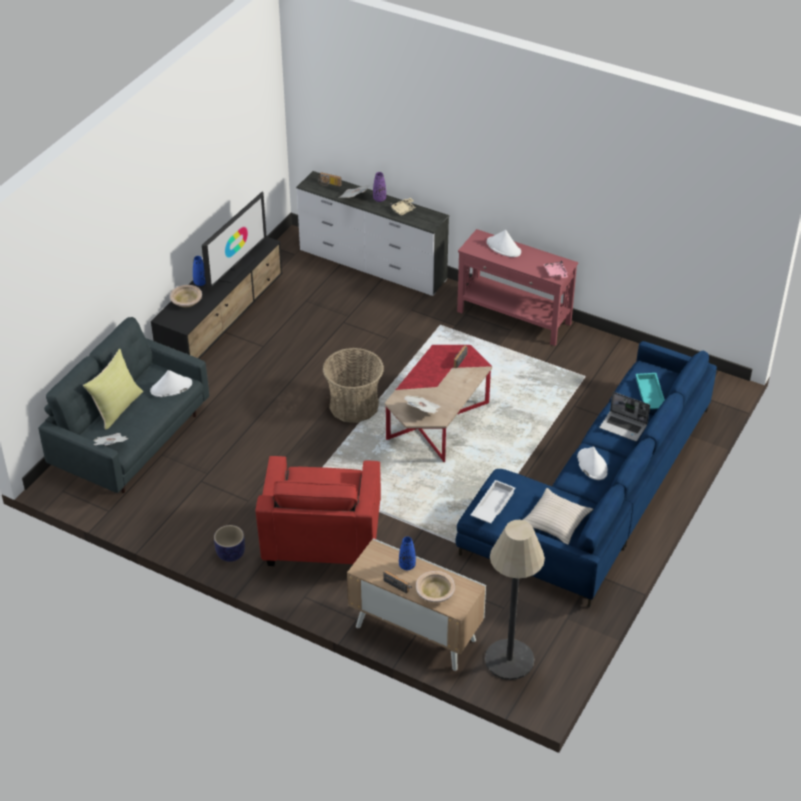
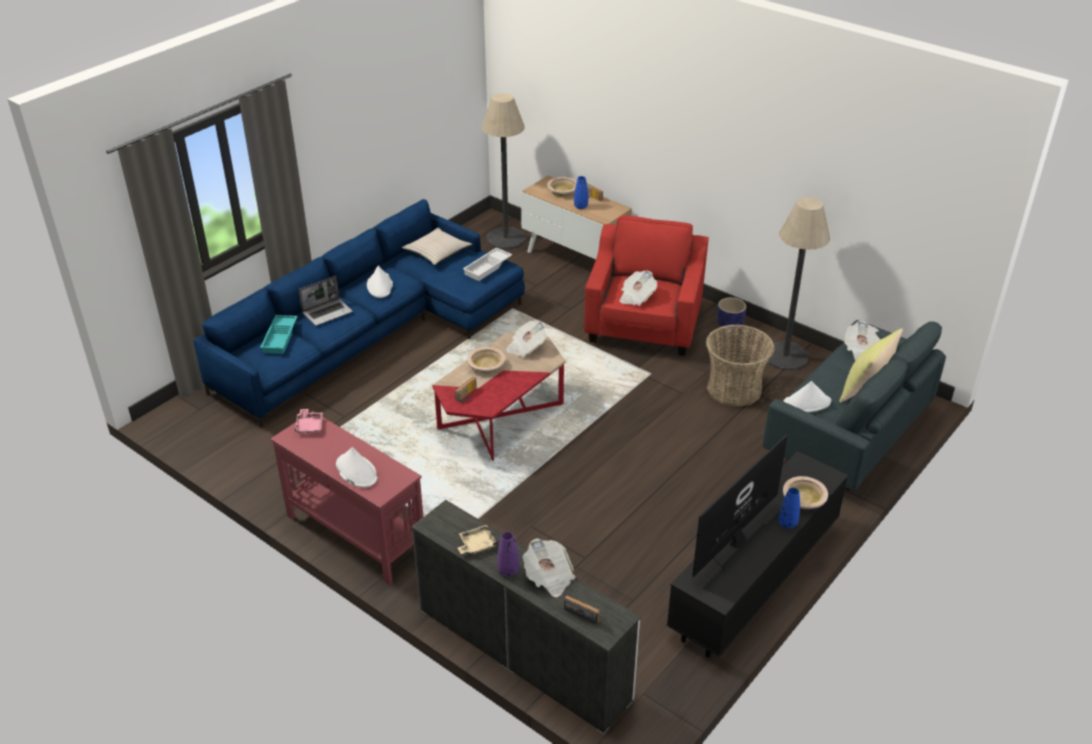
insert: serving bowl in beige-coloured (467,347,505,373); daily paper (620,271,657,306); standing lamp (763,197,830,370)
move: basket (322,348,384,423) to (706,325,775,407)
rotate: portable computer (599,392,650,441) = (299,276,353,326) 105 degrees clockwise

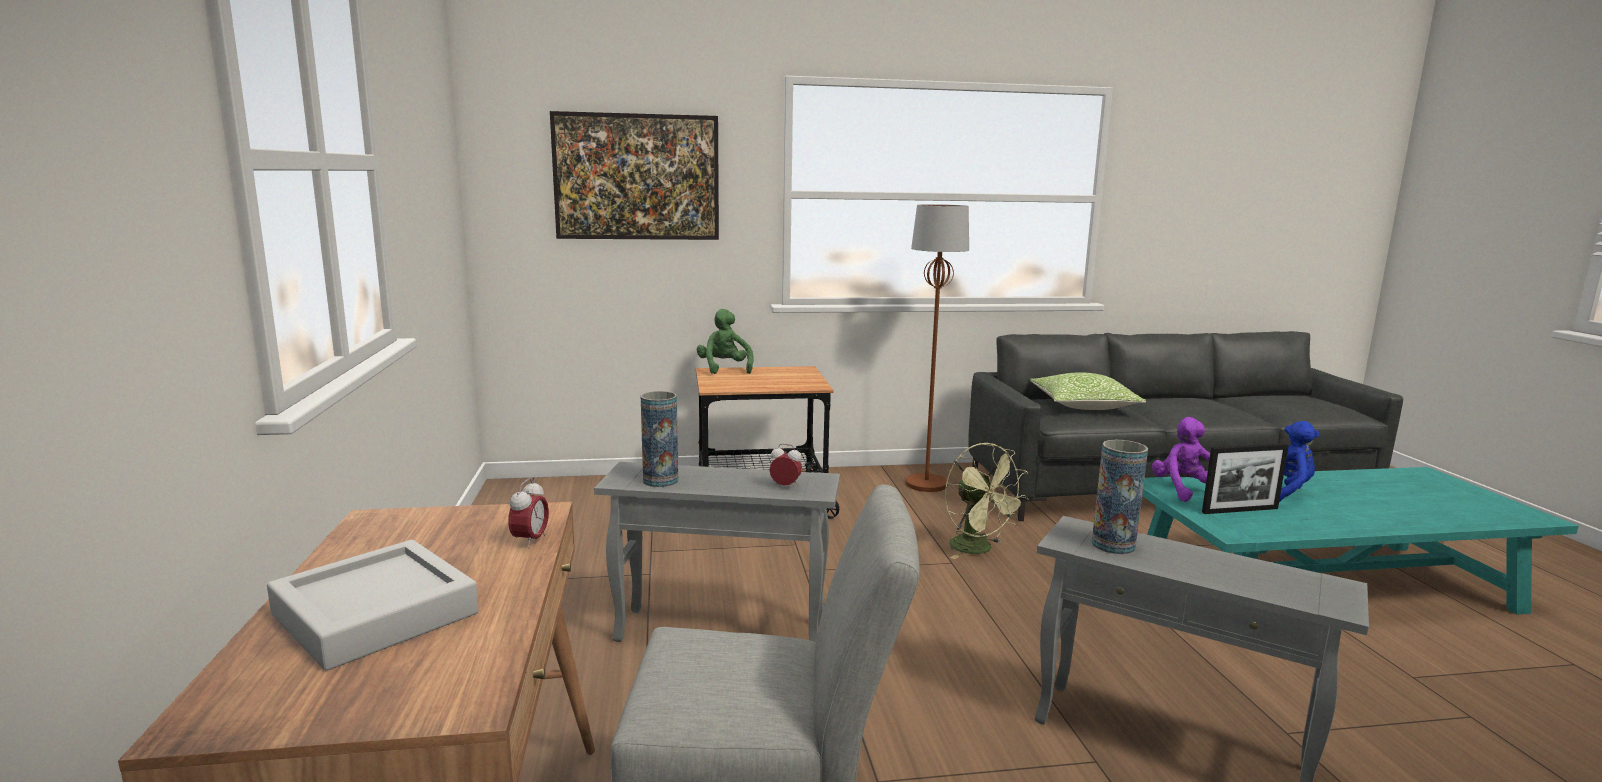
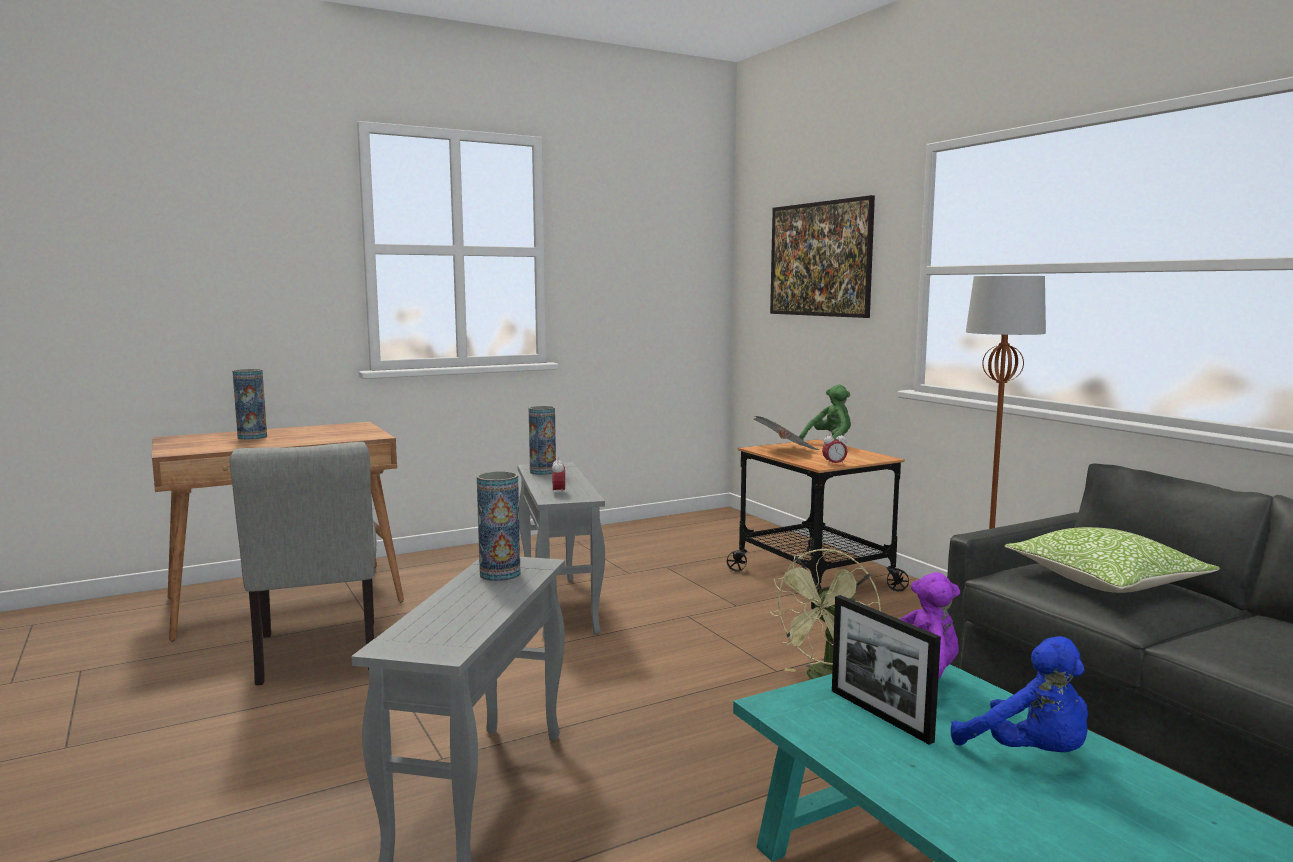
insert: daily paper (754,416,820,450)
move: bedside clock (508,478,549,549) to (822,432,847,466)
replace: tray in grey (267,540,479,671) to vase (233,369,267,440)

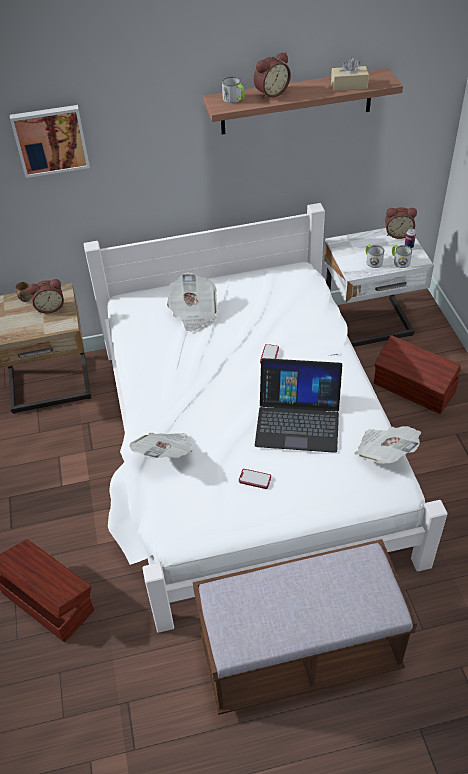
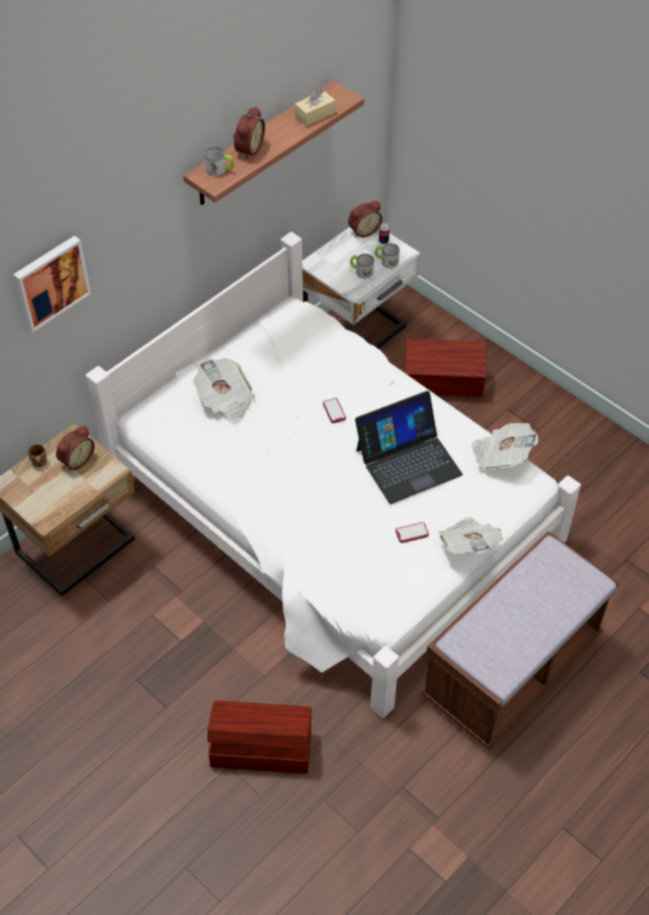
move: daily paper (130,433,192,458) to (439,517,503,554)

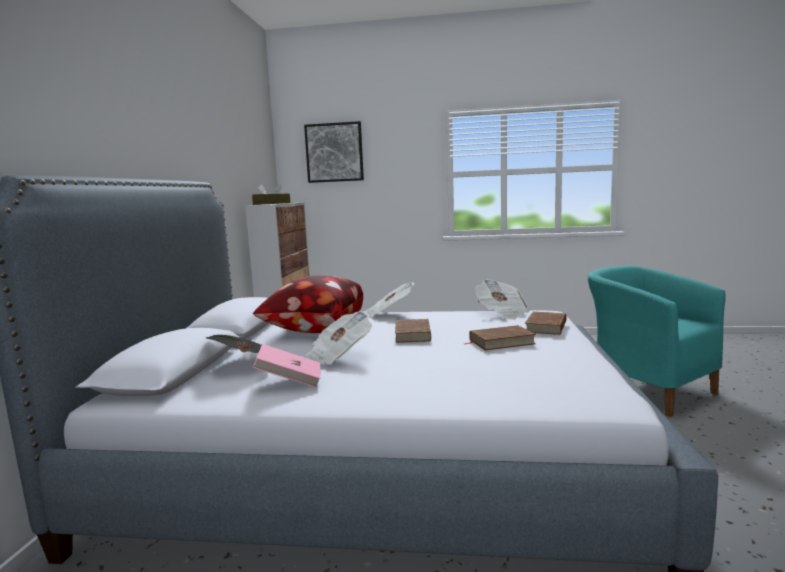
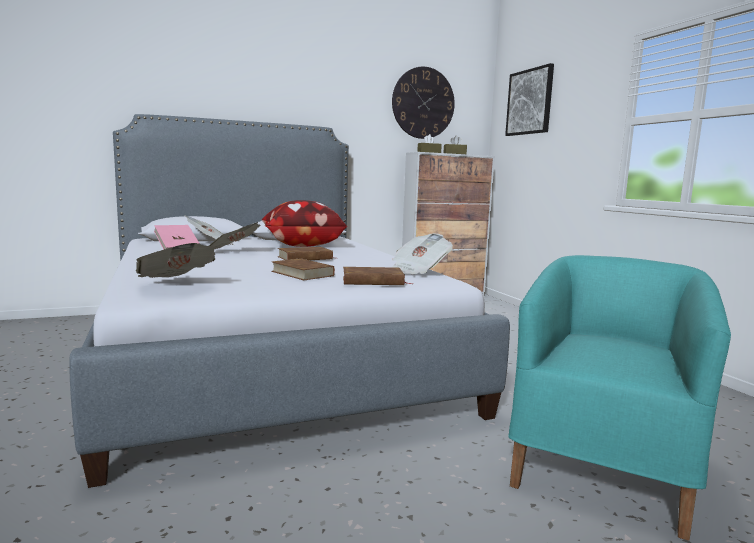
insert: wall clock (392,67,455,139)
move: daily paper (364,282,415,316) to (136,243,215,278)

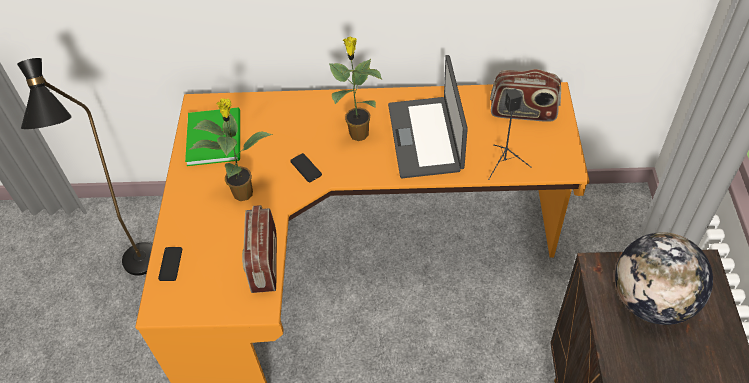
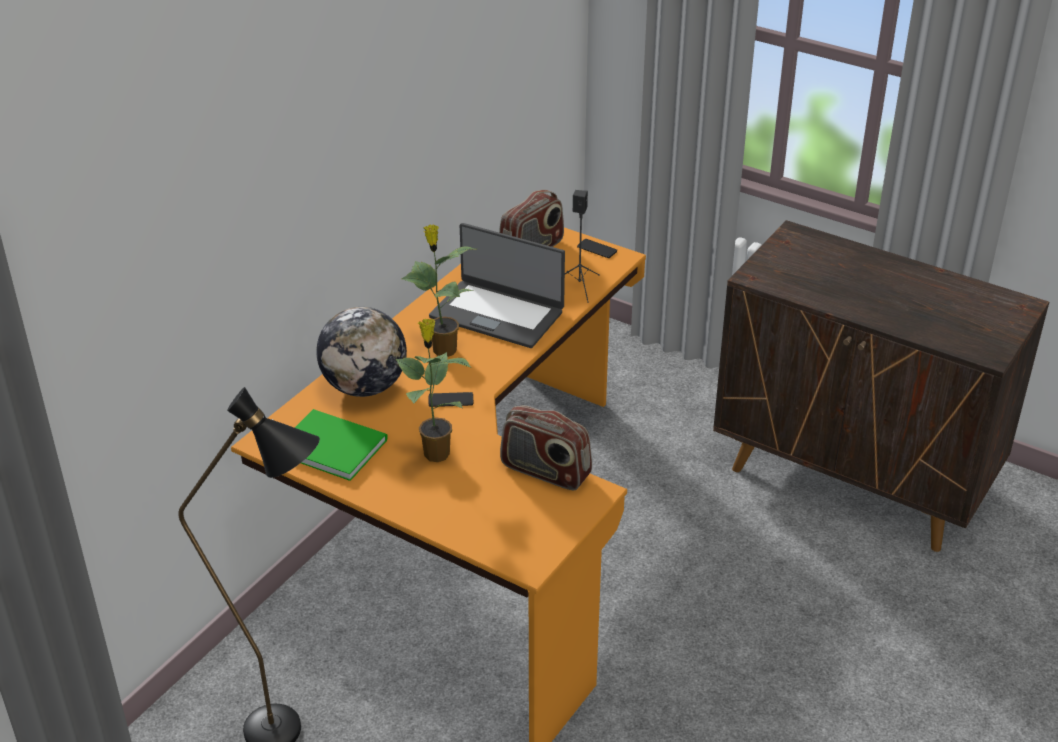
move: world globe (615,232,713,325) to (316,307,407,397); phone (158,247,182,281) to (577,239,617,258)

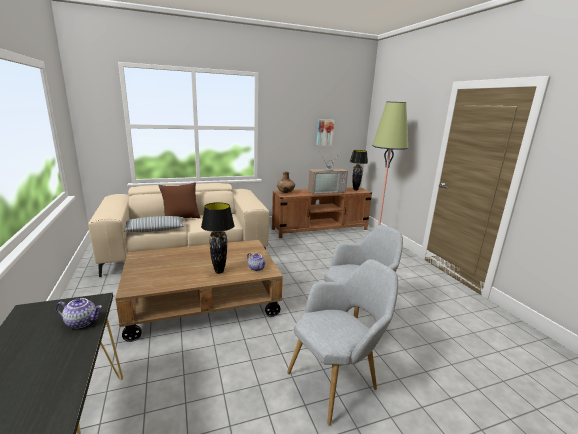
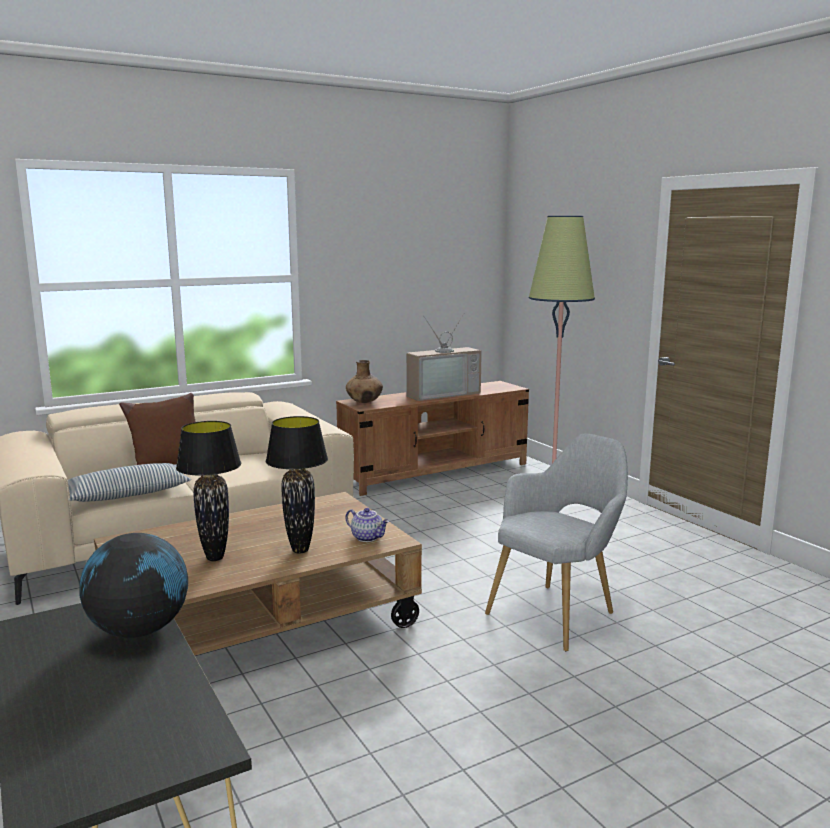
delete: armchair in grey (287,259,398,426); picture (317,119,334,146)
move: tabletop lamp in blackish (350,150,368,190) to (176,421,241,561)
replace: tea pot (56,298,102,329) to world globe (79,533,188,638)

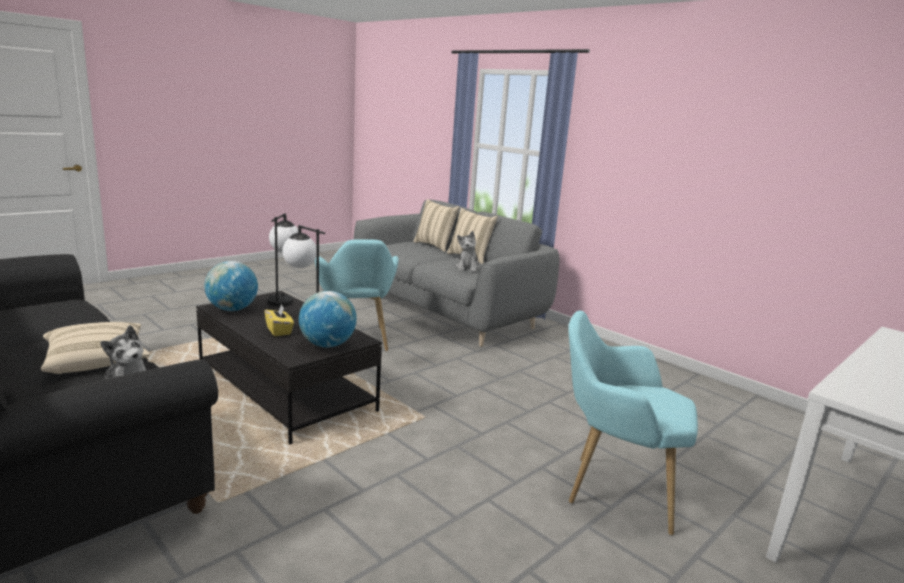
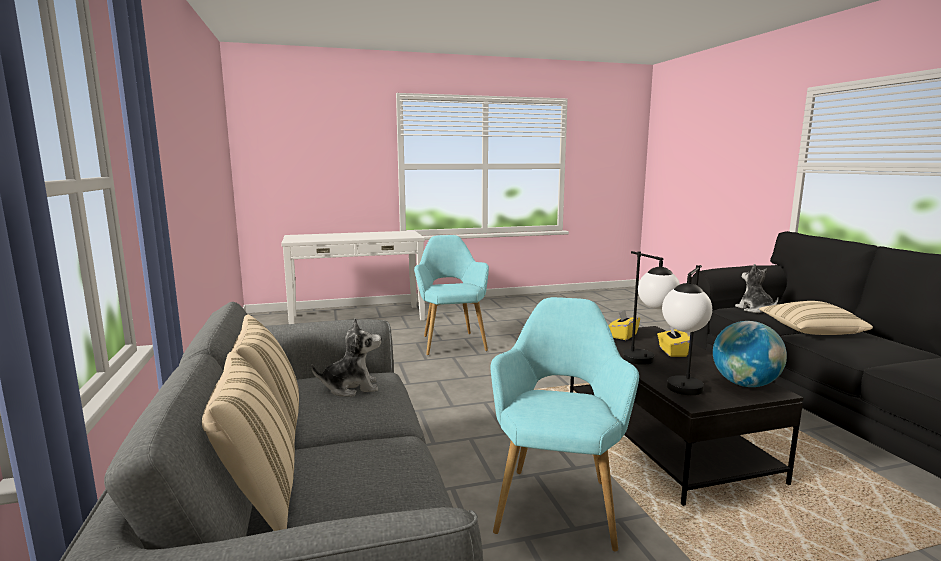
replace: world globe (299,291,357,347) to tissue box in yellow-coloured (609,310,640,340)
rotate: cuddly toy (455,231,479,272) = (311,318,381,397) 45 degrees clockwise; armchair in blue-green (569,311,698,535) = (414,235,489,355) 150 degrees counterclockwise

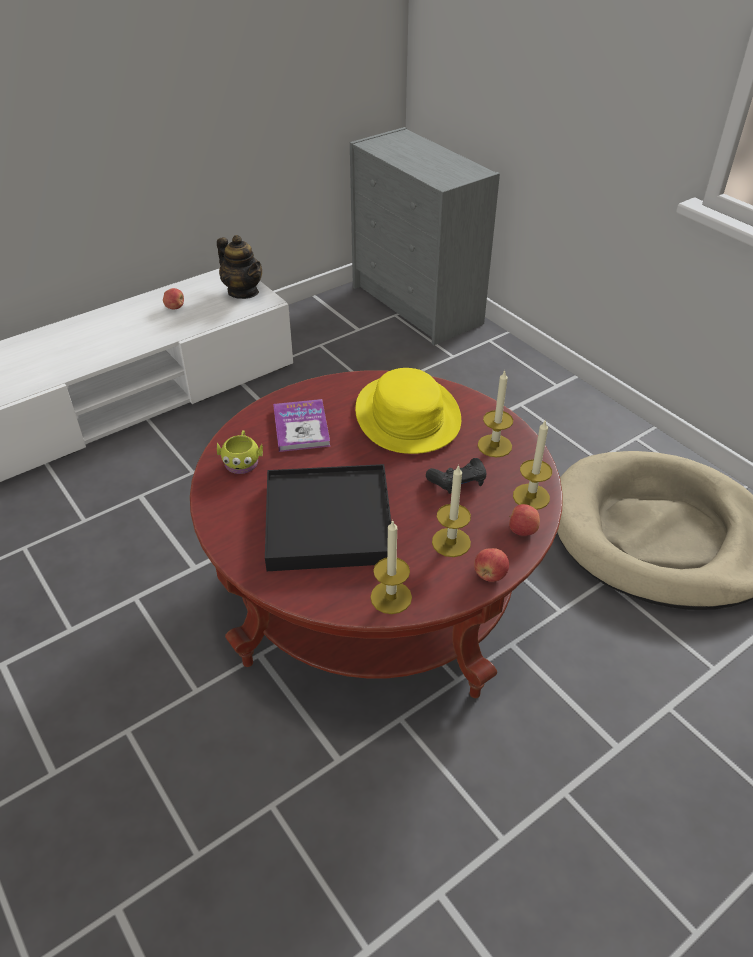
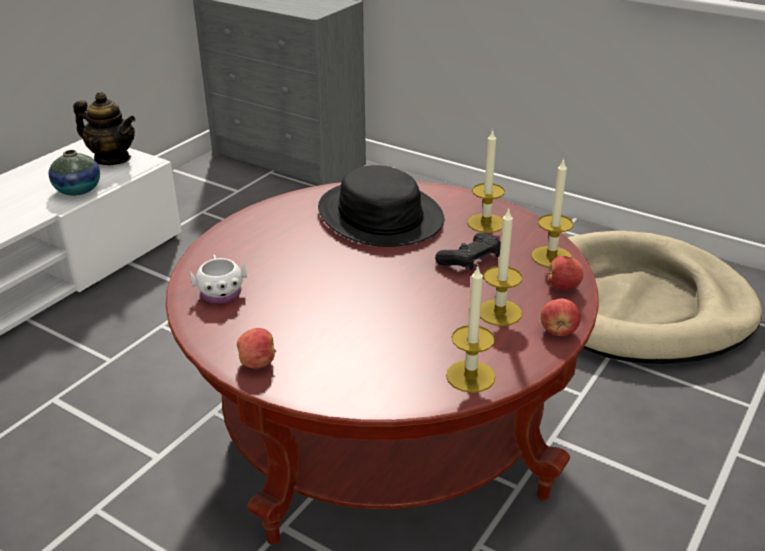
delete: tray in blackish (265,464,391,571); book (273,399,330,452)
insert: vase (49,150,100,196)
move: whole apple (163,288,184,309) to (237,328,276,369)
recolor: mug in yellow-coloured (217,430,263,474) to mug in white-coloured (190,255,247,304); clothing hat in yellow-coloured (355,368,461,454) to clothing hat in blackish (318,165,444,247)

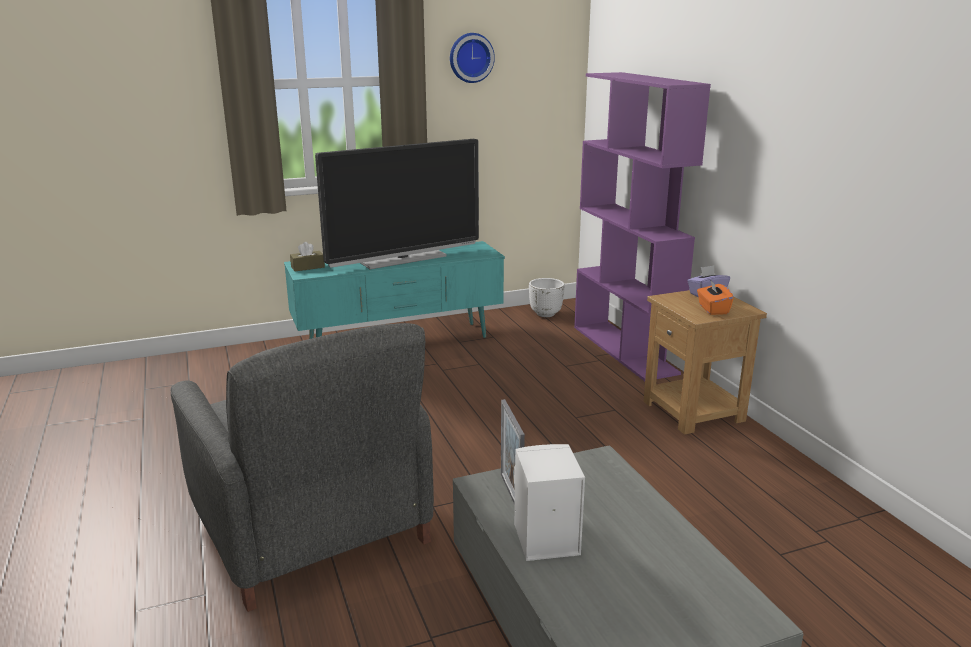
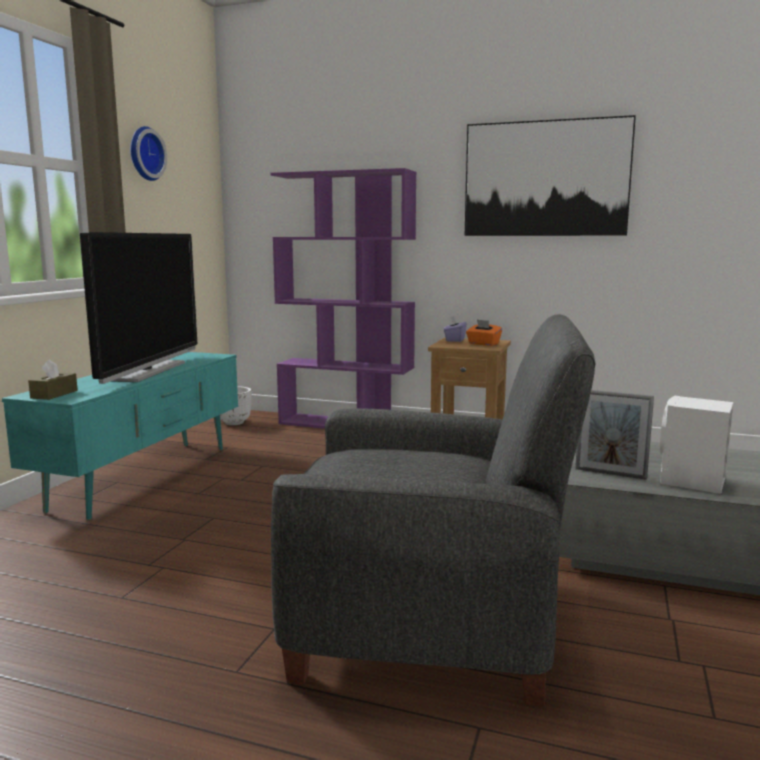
insert: picture (465,115,636,236)

